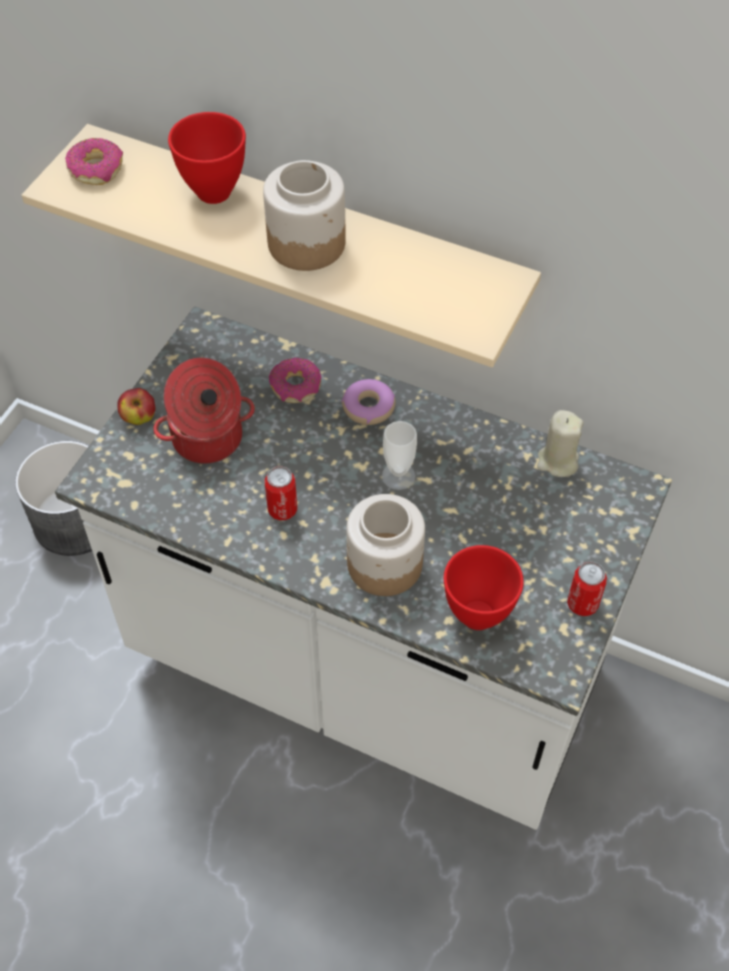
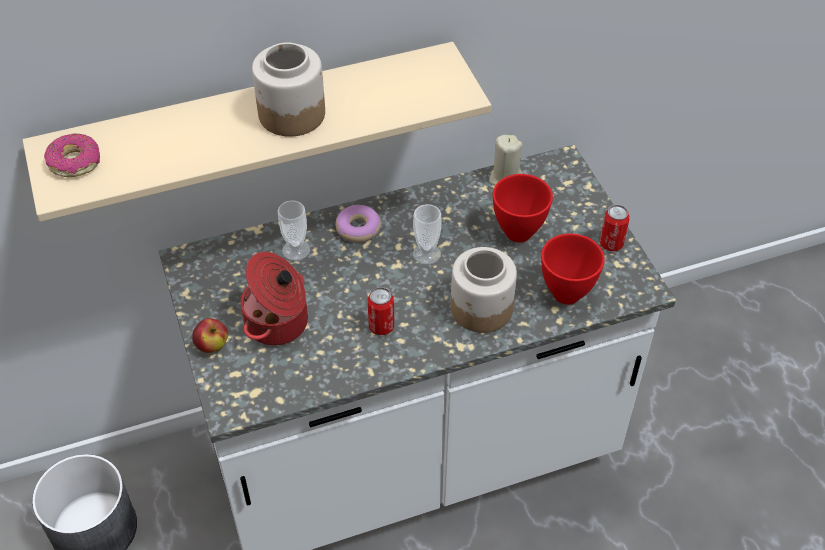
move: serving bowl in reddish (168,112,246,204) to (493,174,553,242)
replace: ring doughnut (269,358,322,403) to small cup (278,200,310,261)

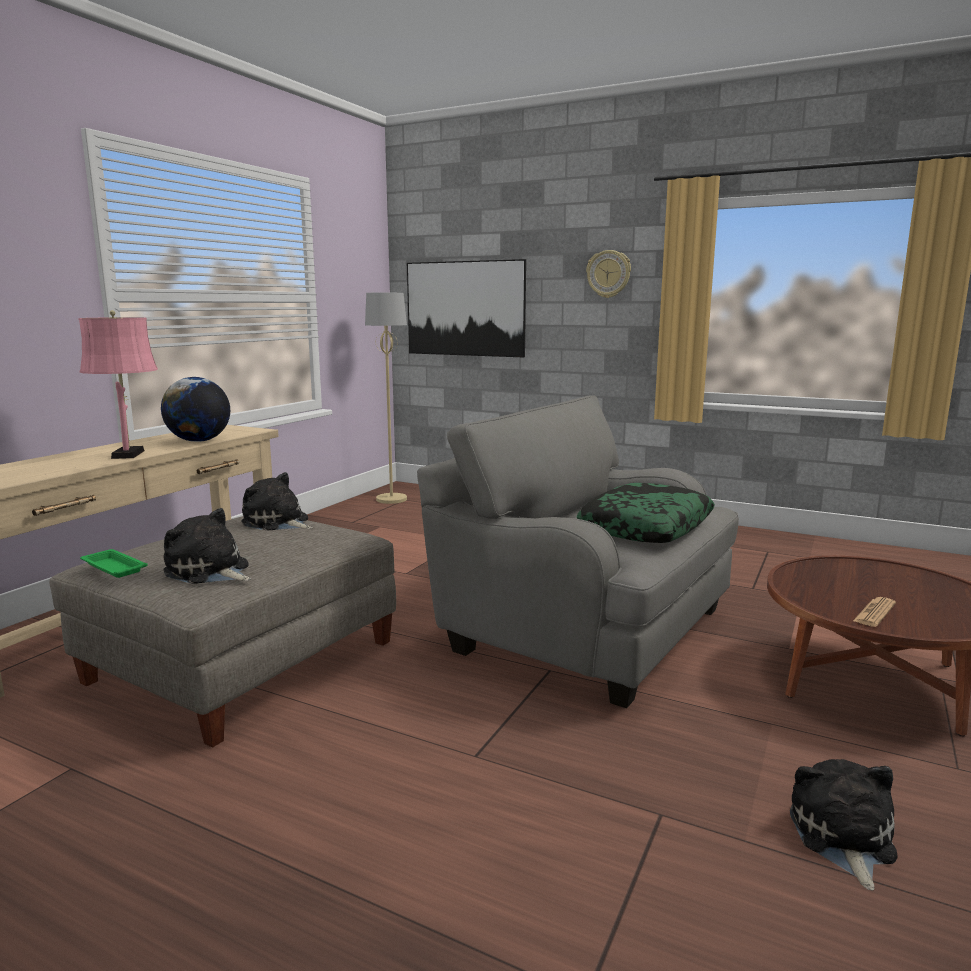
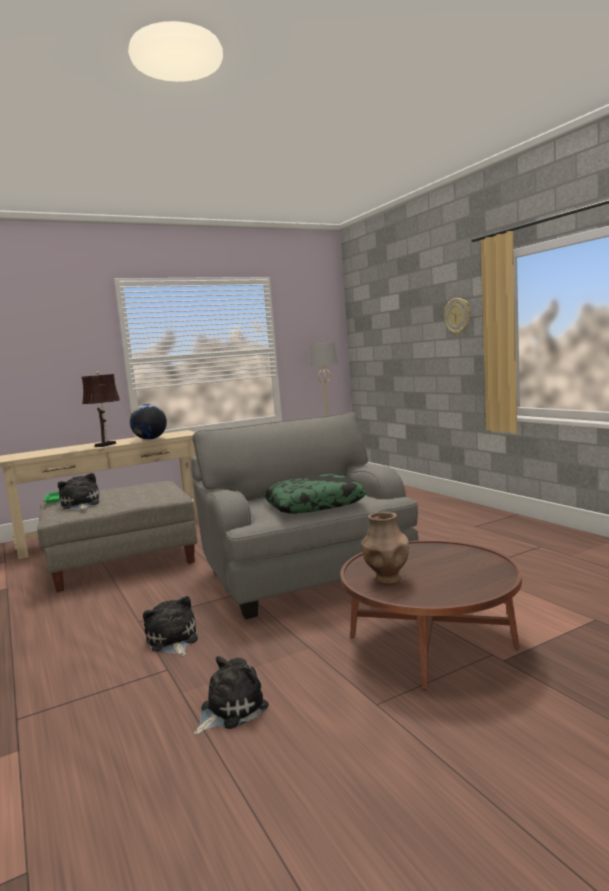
delete: picture (407,259,526,358)
move: cuddly toy (241,472,313,530) to (143,596,198,656)
replace: daily paper (853,597,896,627) to vase in brownish (361,512,409,585)
recolor: tabletop lamp in pinkish (78,310,158,459) to tabletop lamp in brownish (81,372,120,447)

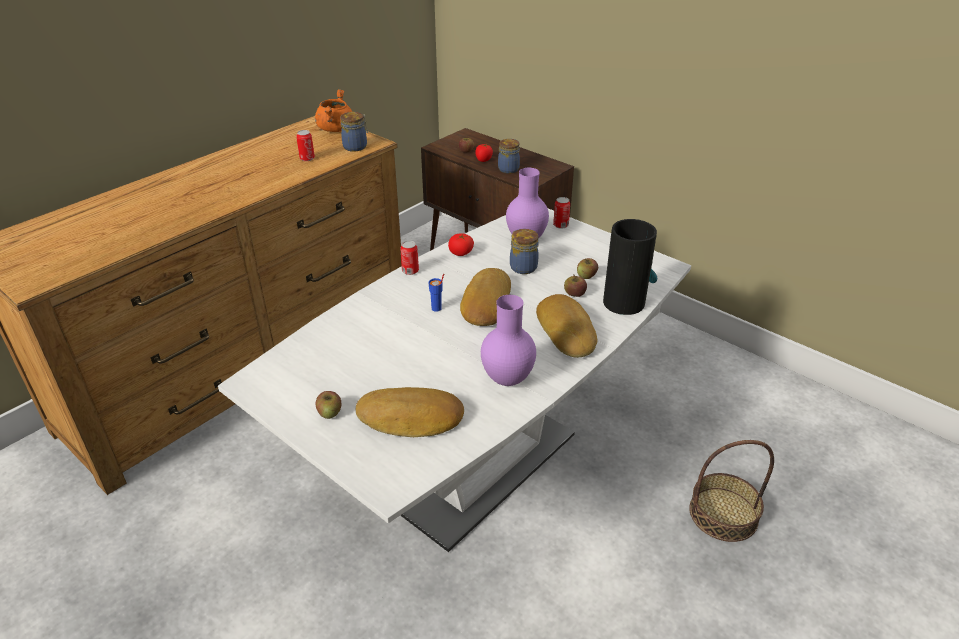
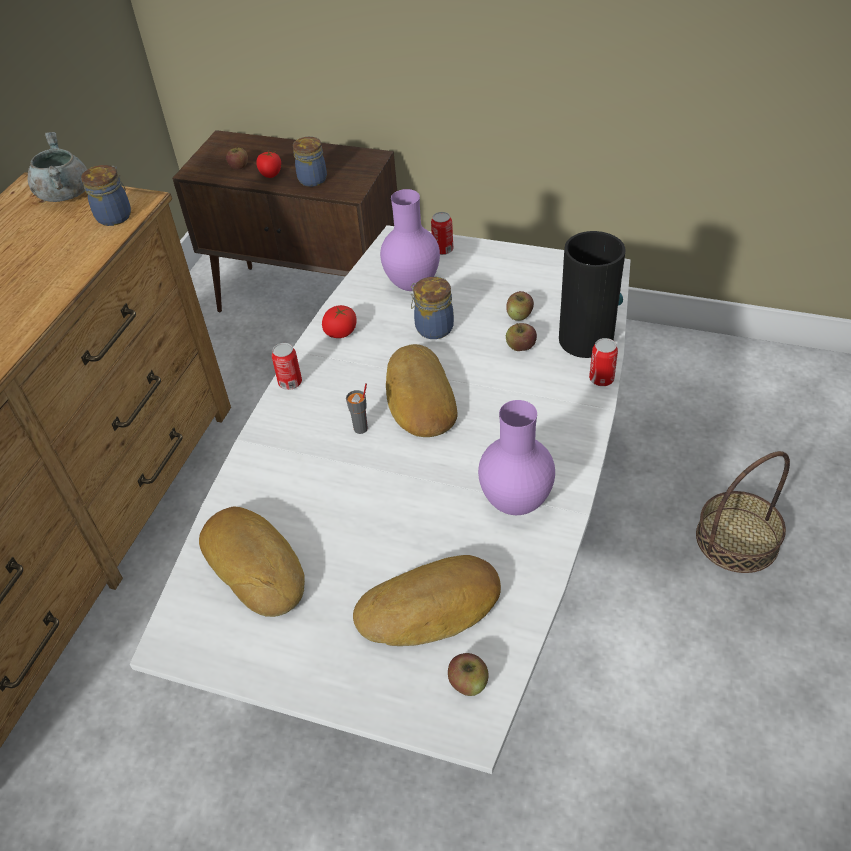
move: bread (536,294,597,358) to (199,506,305,617); whole apple (315,391,341,419) to (448,653,489,696); sealed can (296,130,315,161) to (589,338,618,386)
recolor: cooking pot in orangey (315,89,352,132) to cooking pot in grey (28,132,87,202); small cup in blue-coloured (428,274,444,312) to small cup in grey (346,383,368,434)

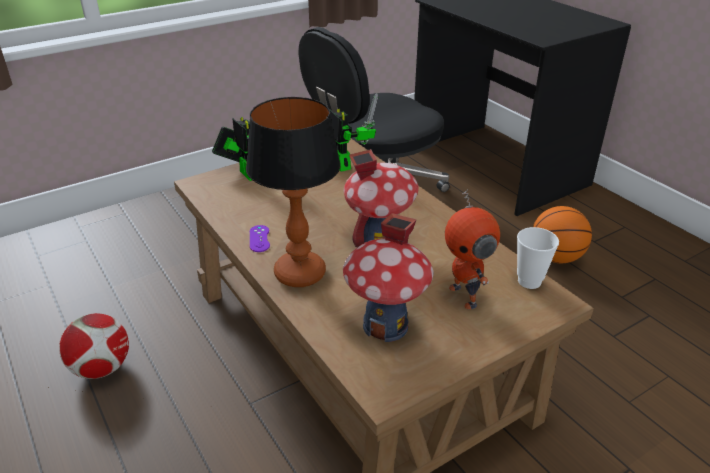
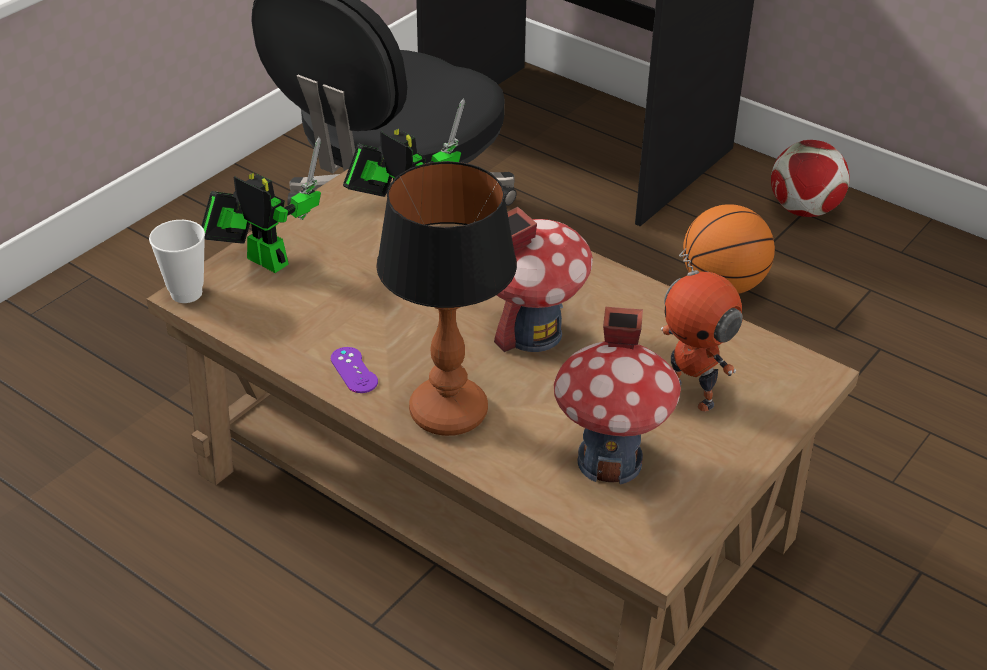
move: small cup (517,227,559,289) to (149,220,205,303); football ball (59,313,129,379) to (771,140,850,217)

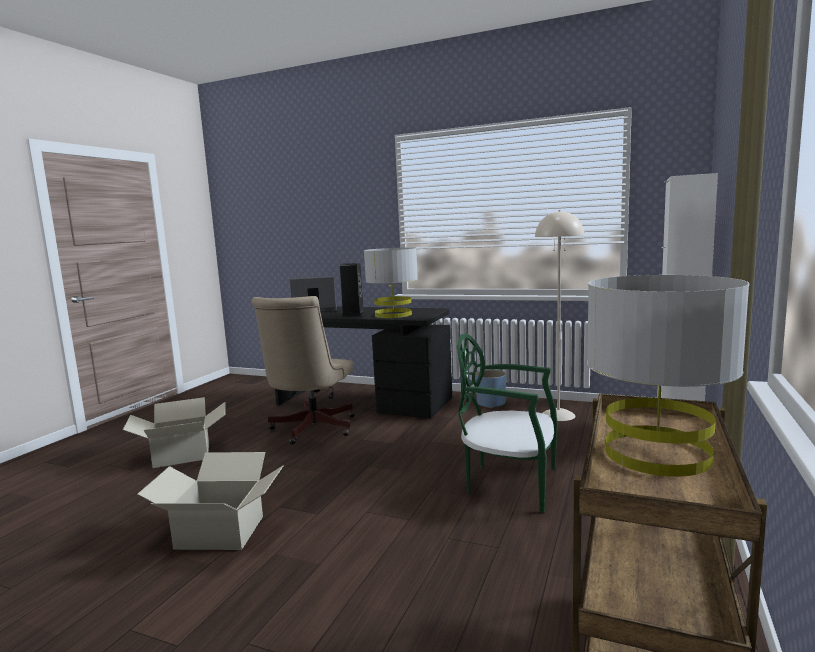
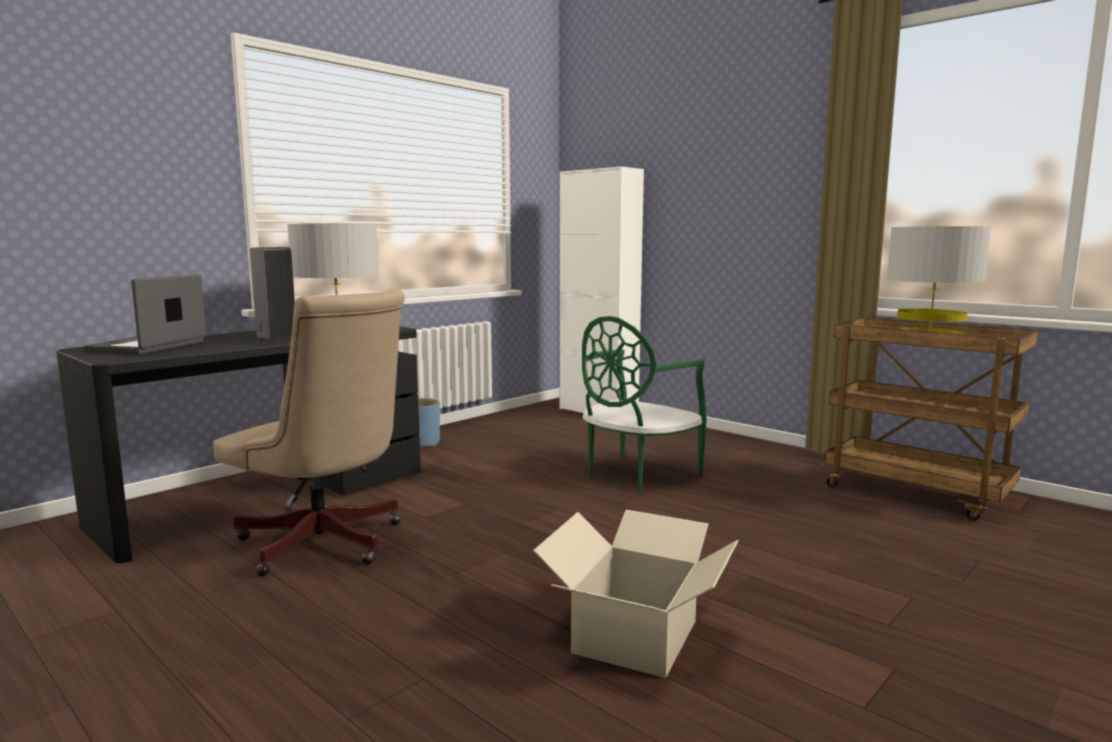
delete: cardboard box (123,397,225,468); standing lamp in beige-coloured (535,210,584,421)

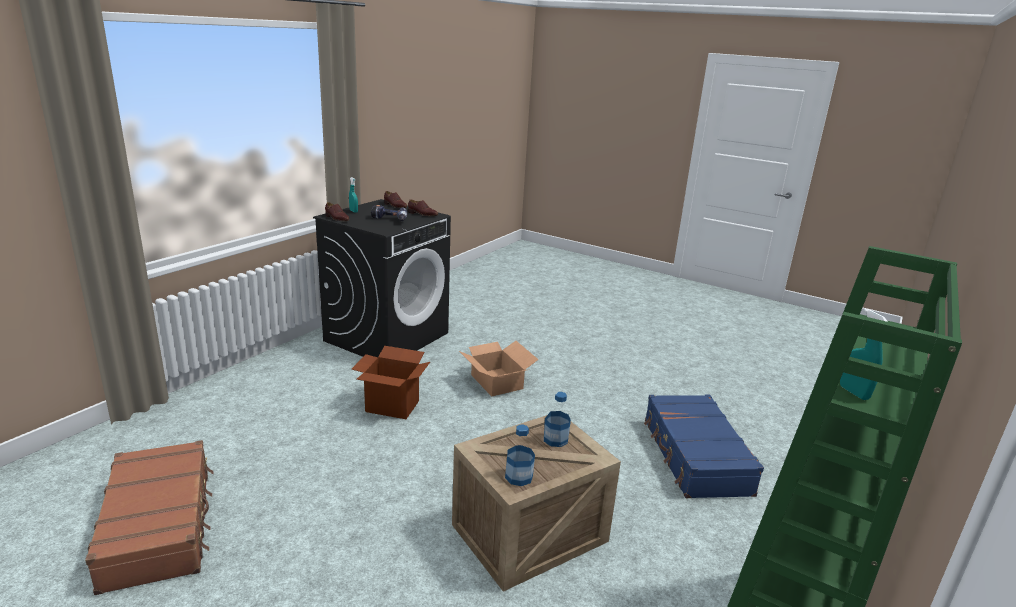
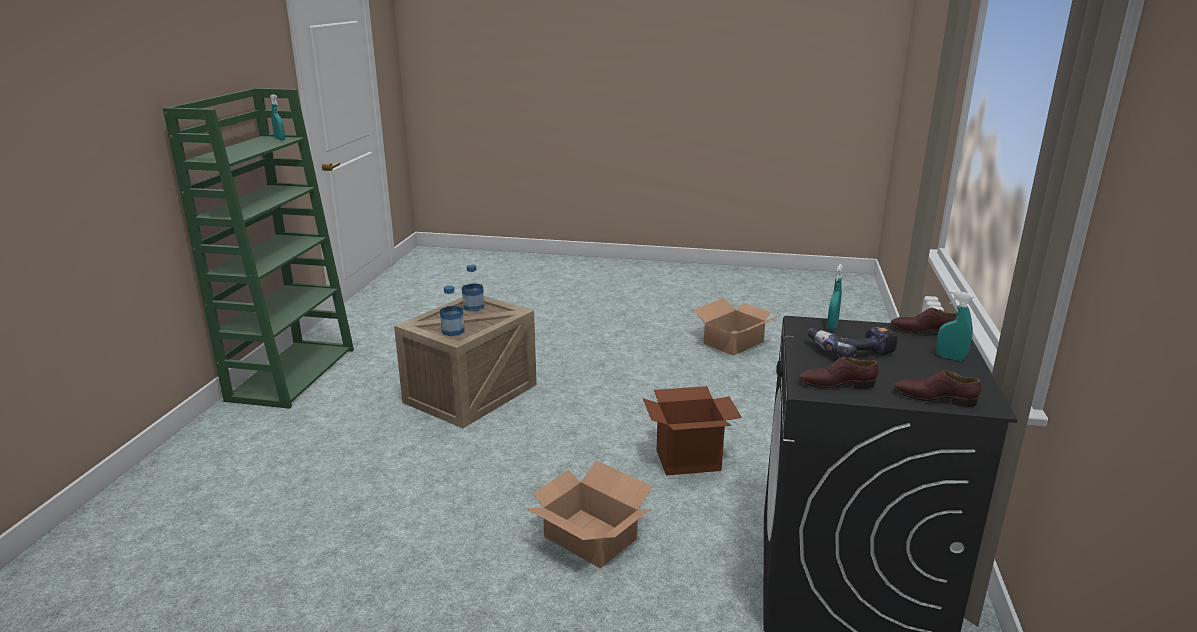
delete: piece of luggage in blue-coloured (644,394,764,498)
insert: sprayer in blue-green (827,264,843,330)
replace: piece of luggage in brownish (85,440,214,595) to cardboard box (694,298,777,356)

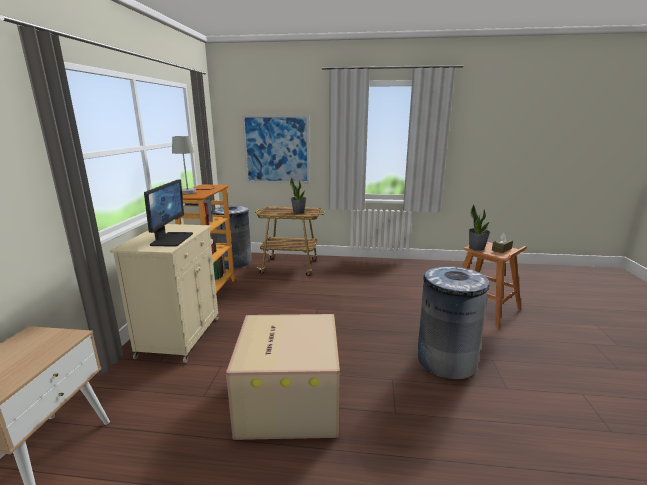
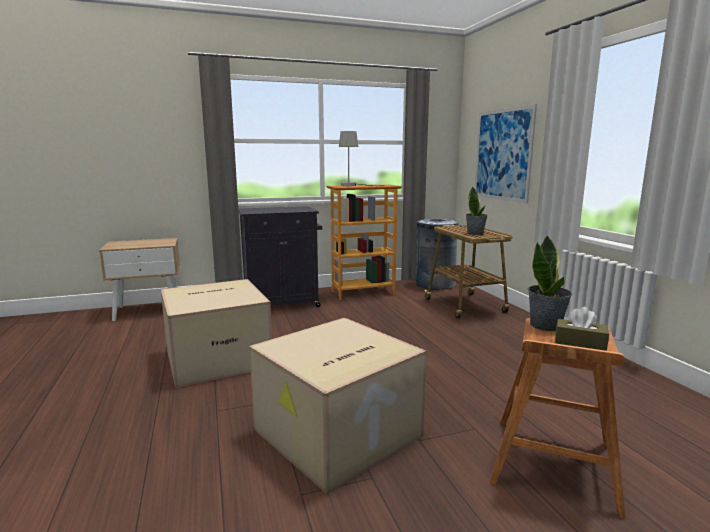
delete: monitor (144,179,193,247)
replace: trash can in grey (418,266,490,380) to cardboard box (249,317,427,494)
recolor: cabinet in beige-coloured (110,224,219,363) to cabinet in blackish (237,206,322,307)

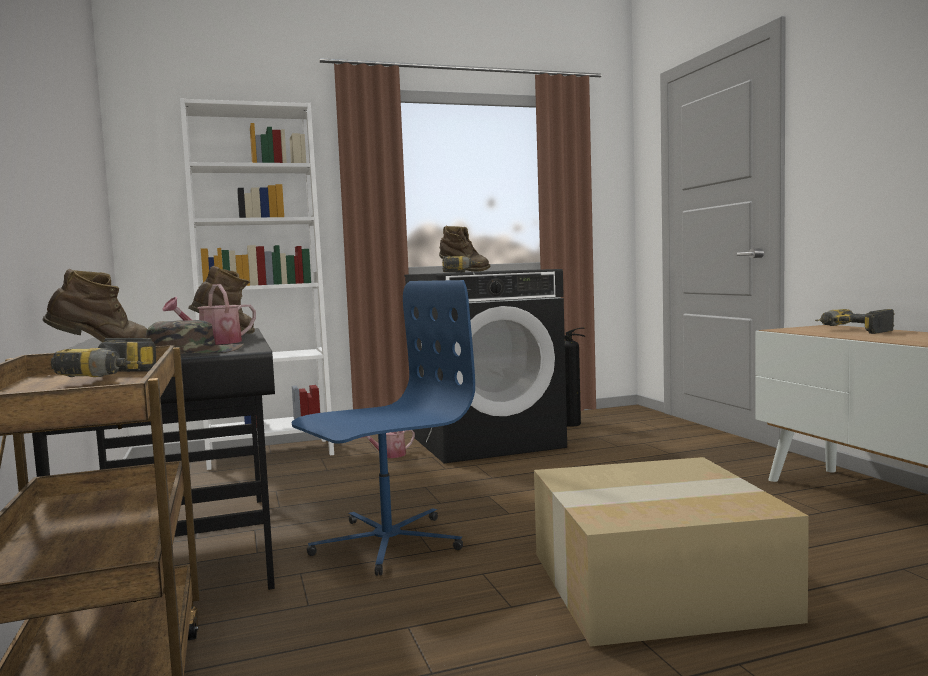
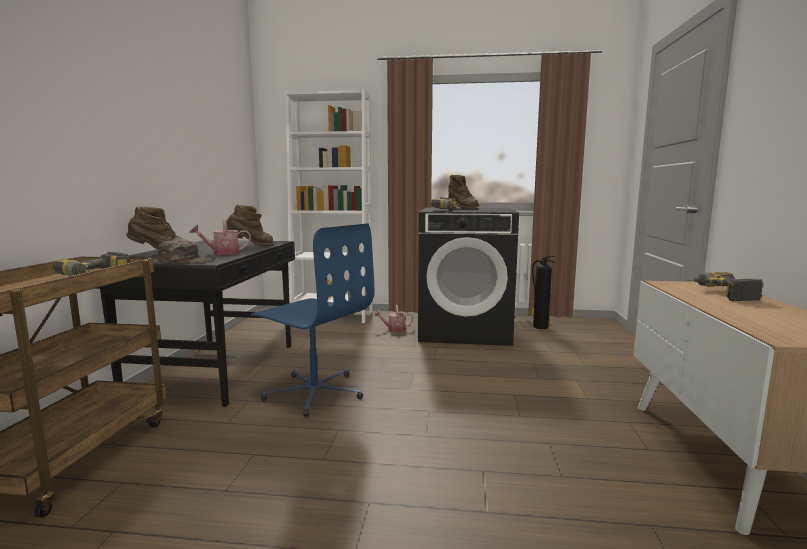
delete: cardboard box (534,457,809,647)
rotate: desk chair in blue-coloured (292,280,475,576) = (251,223,374,417) 45 degrees clockwise

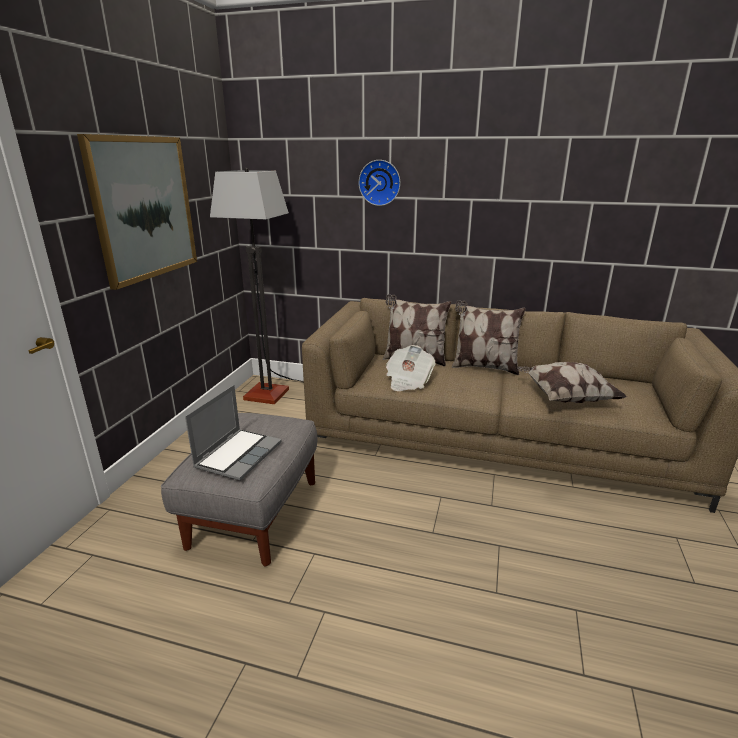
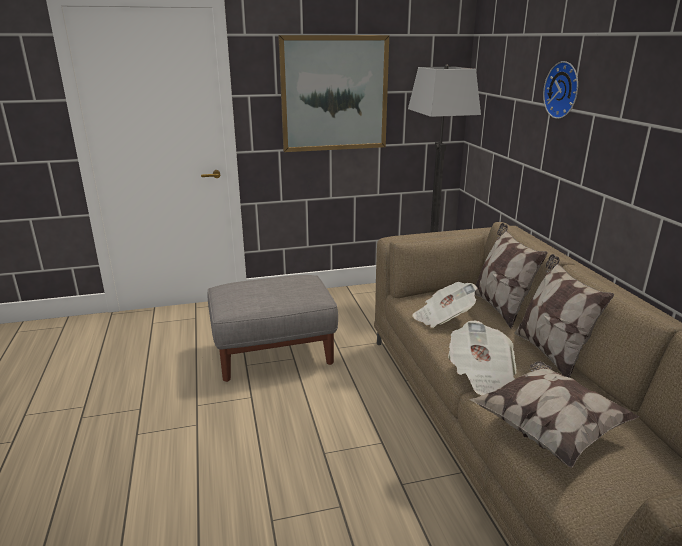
delete: portable computer (185,385,282,480)
insert: daily paper (448,321,517,396)

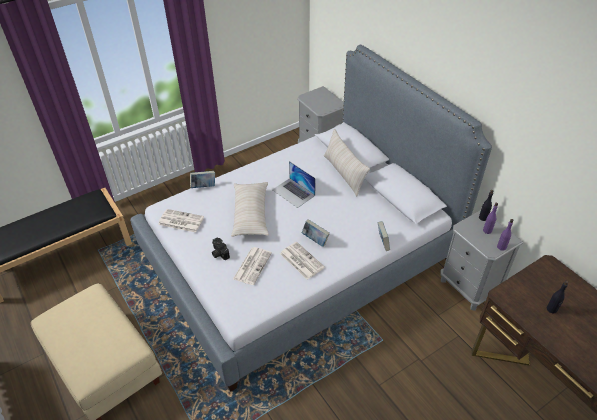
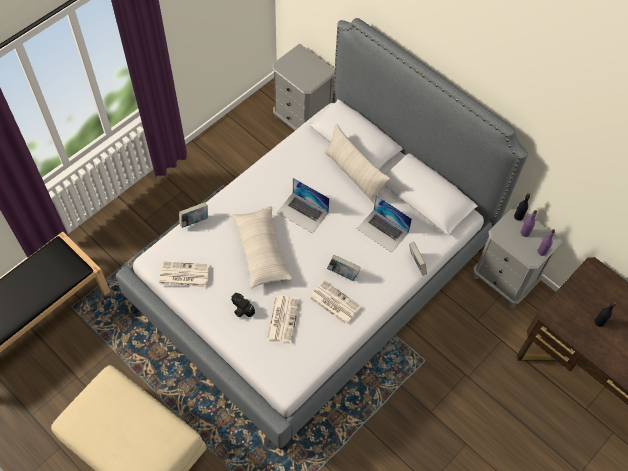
insert: portable computer (357,195,412,253)

